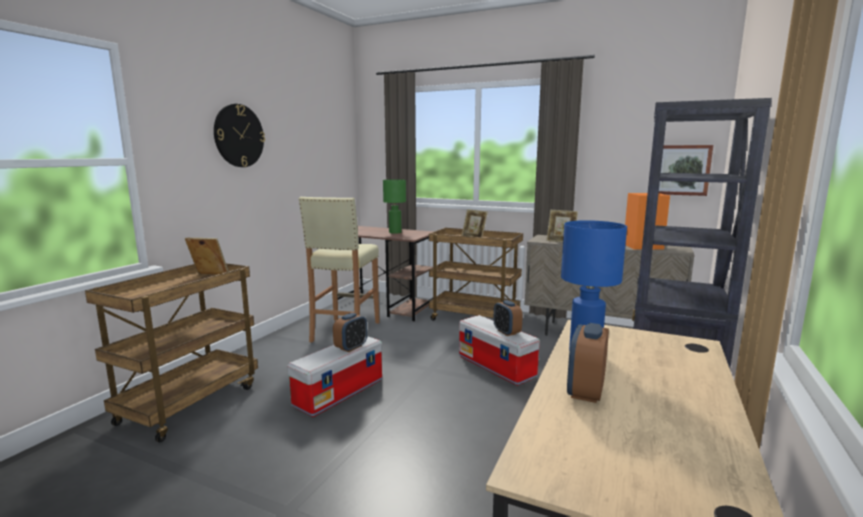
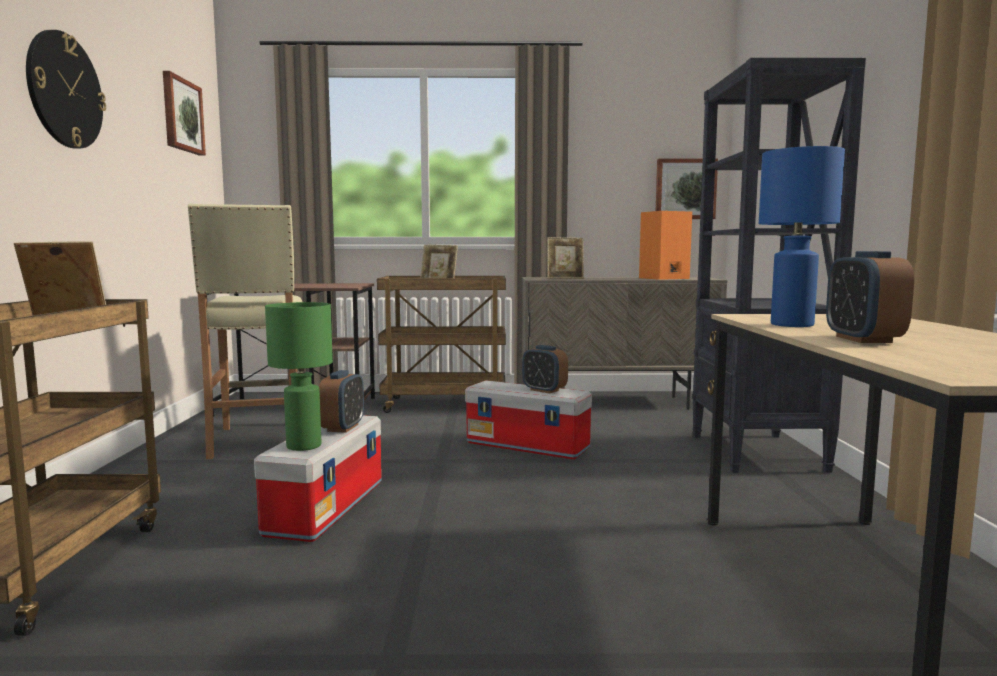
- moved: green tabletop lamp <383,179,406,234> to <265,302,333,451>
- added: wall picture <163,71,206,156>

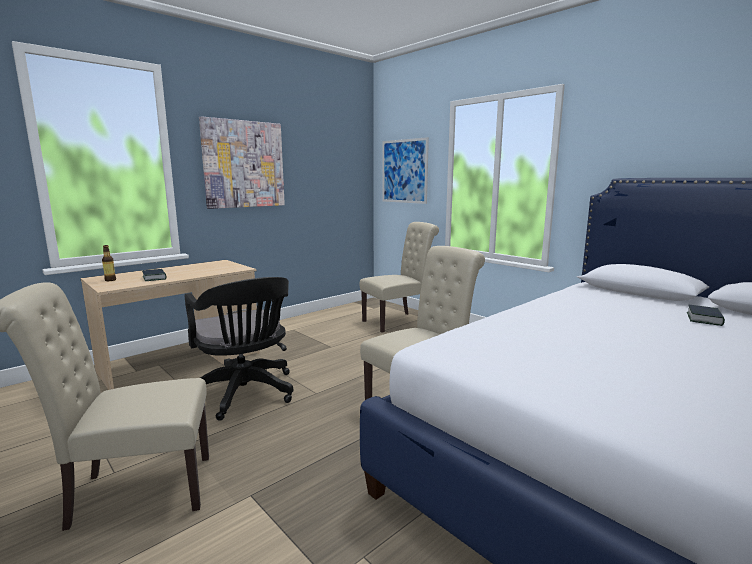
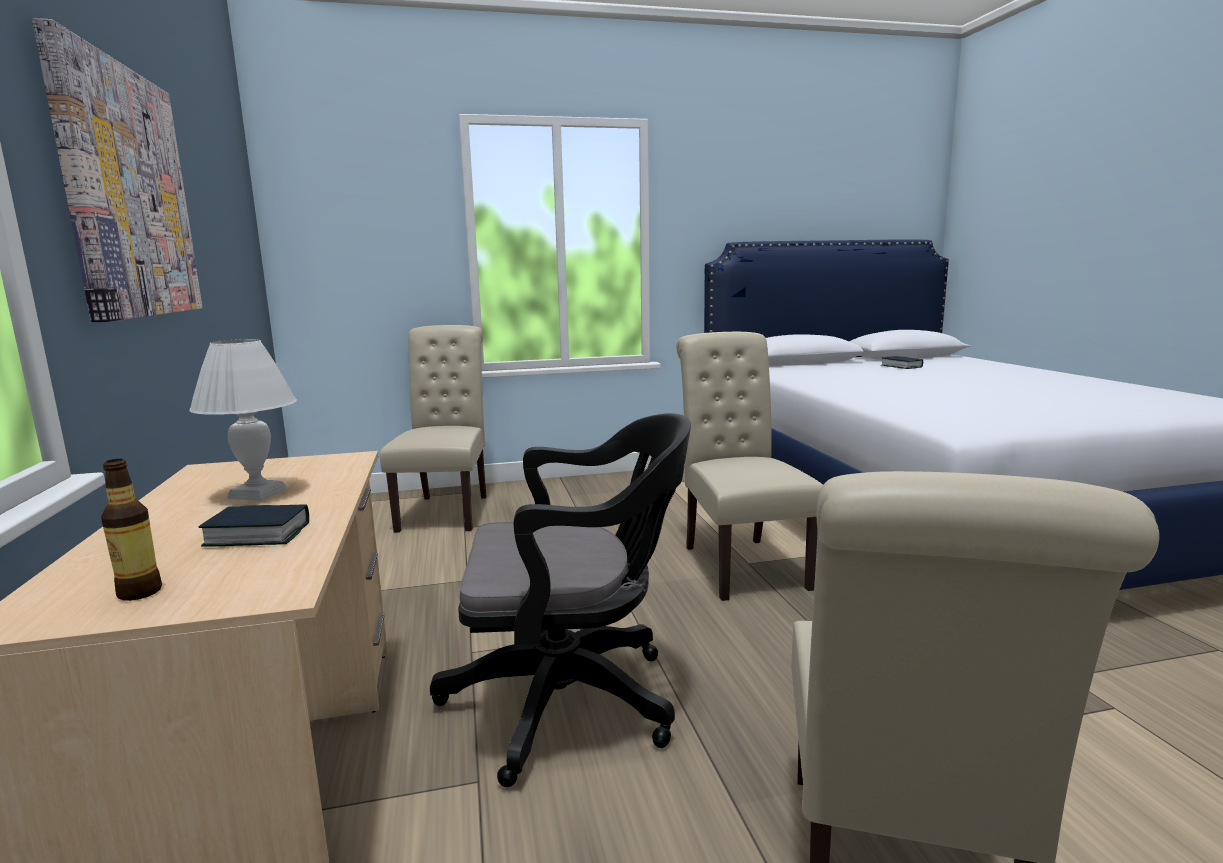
- removed: wall picture <382,137,429,204>
- added: whitish tabletop lamp <189,339,297,501>

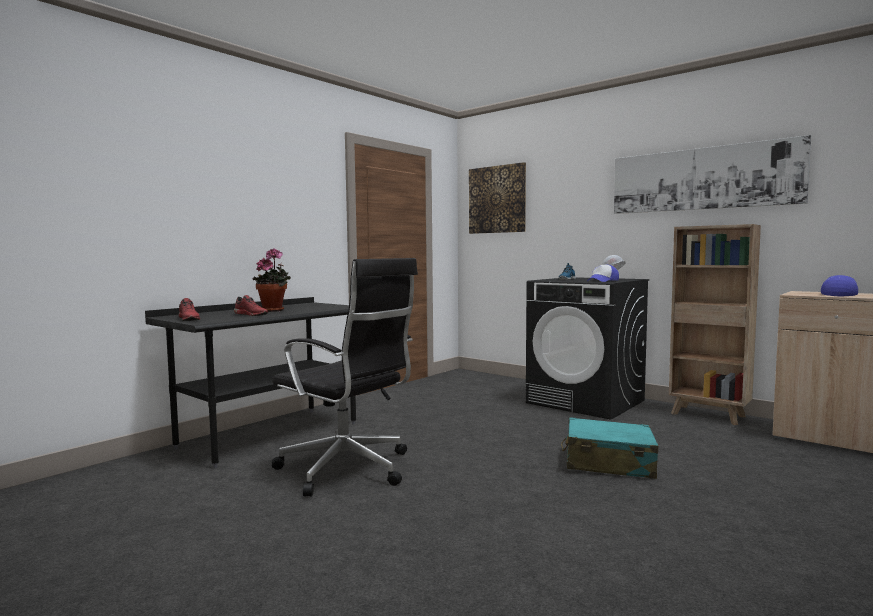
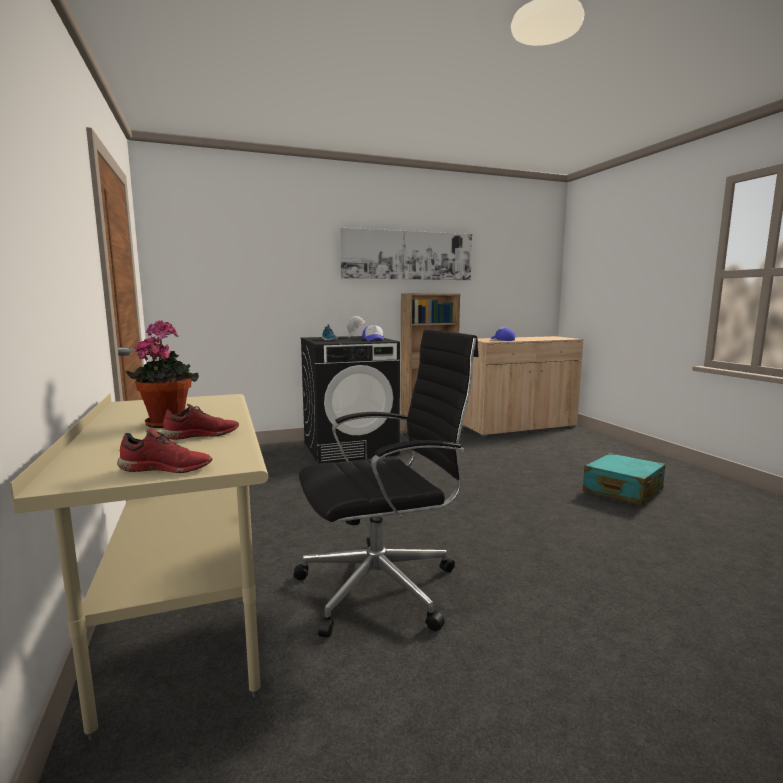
- recoloured: black desk <145,297,356,468> to beige-coloured desk <10,393,269,740>
- removed: wall picture <469,162,526,234>
- moved: blue-green piece of luggage <561,417,658,479> to <583,453,665,506>

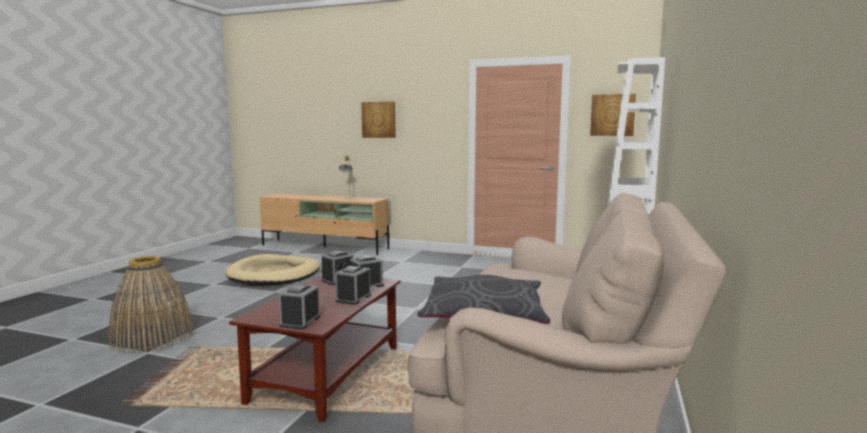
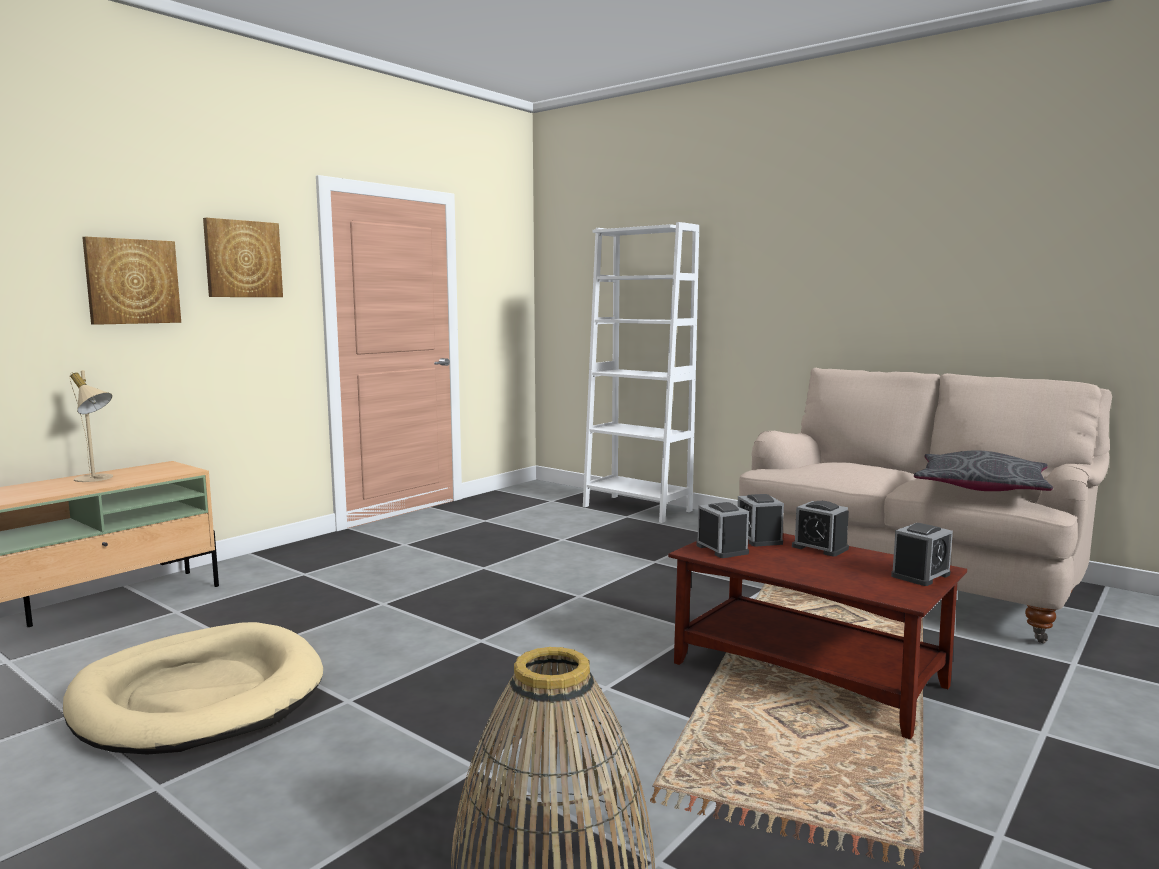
- turned: table clock <279,284,320,330> = <891,523,953,586> 75 degrees counterclockwise
- moved: wall picture <590,94,636,136> to <203,218,283,297>

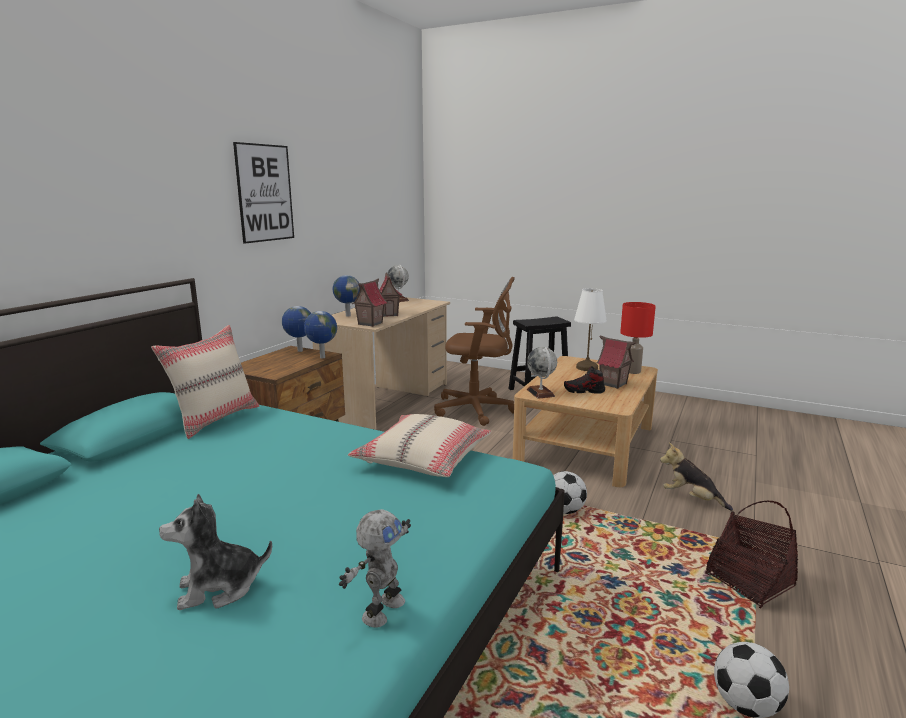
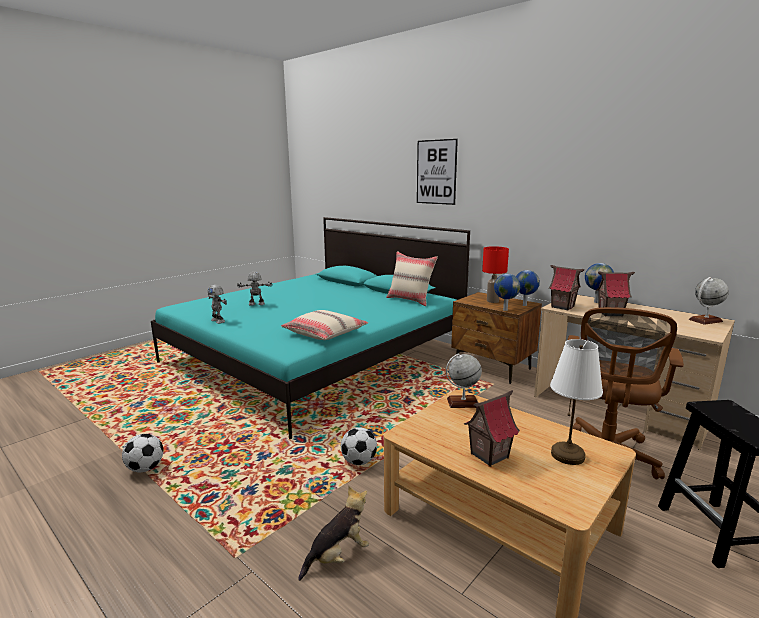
- replaced: cuddly toy <159,494,272,610> to model robot <237,272,273,306>
- moved: wall picture <233,142,294,244> to <417,139,458,205>
- removed: low shoe <564,367,605,394>
- moved: red-coloured tabletop lamp <620,302,656,374> to <482,246,509,303>
- removed: basket <706,501,798,608>

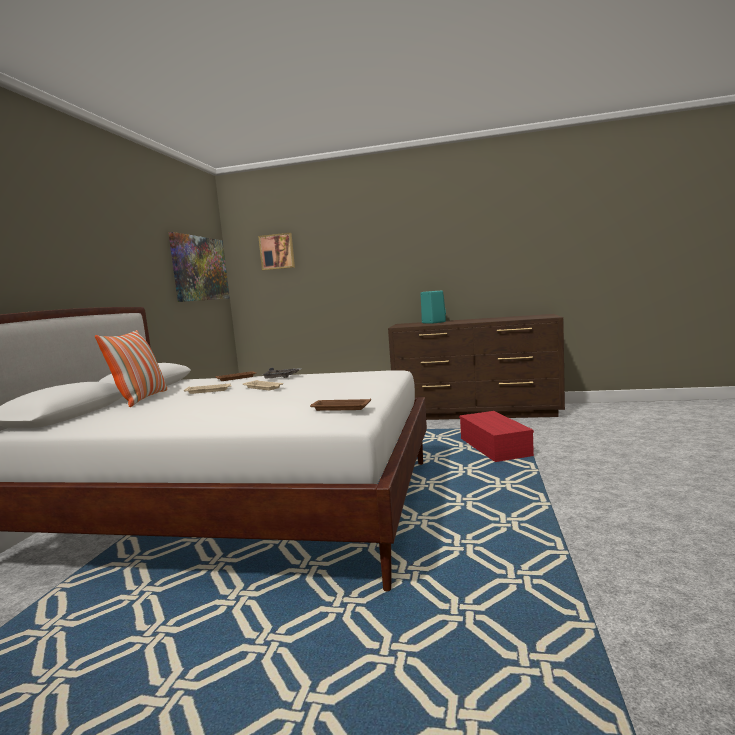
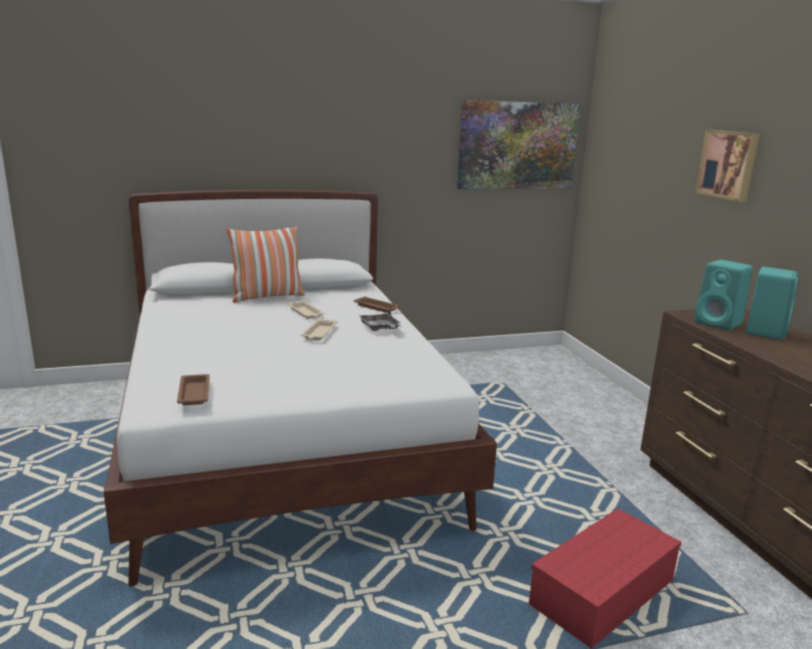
- moved: wall picture <258,233,295,270> to <695,130,760,202>
- added: blue-green loudspeaker <694,260,753,330>

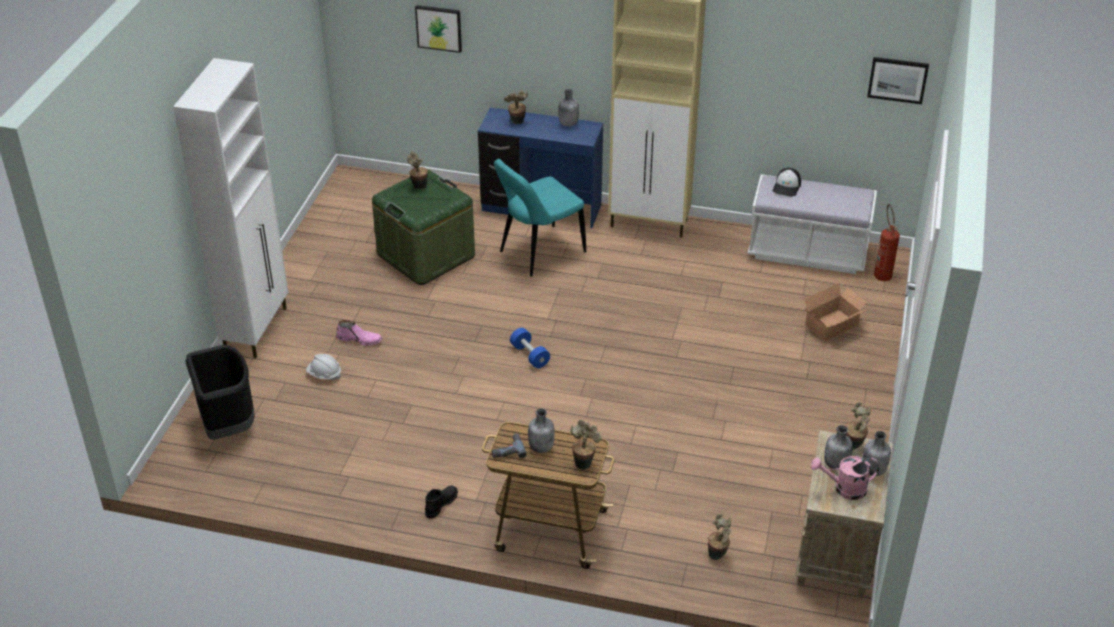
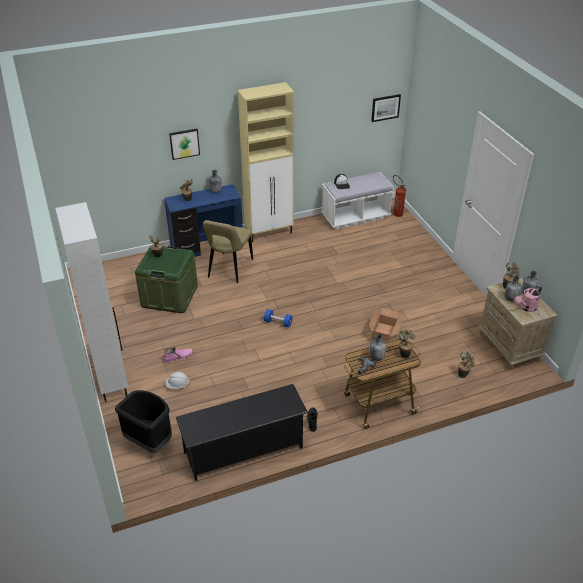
- moved: wall picture <415,5,462,53> to <169,129,200,160>
- recoloured: blue-green chair <494,159,586,277> to beige-coloured chair <203,220,253,283>
- moved: packing box <805,283,868,341> to <369,308,404,342>
- added: black shoe rack <176,384,308,481>

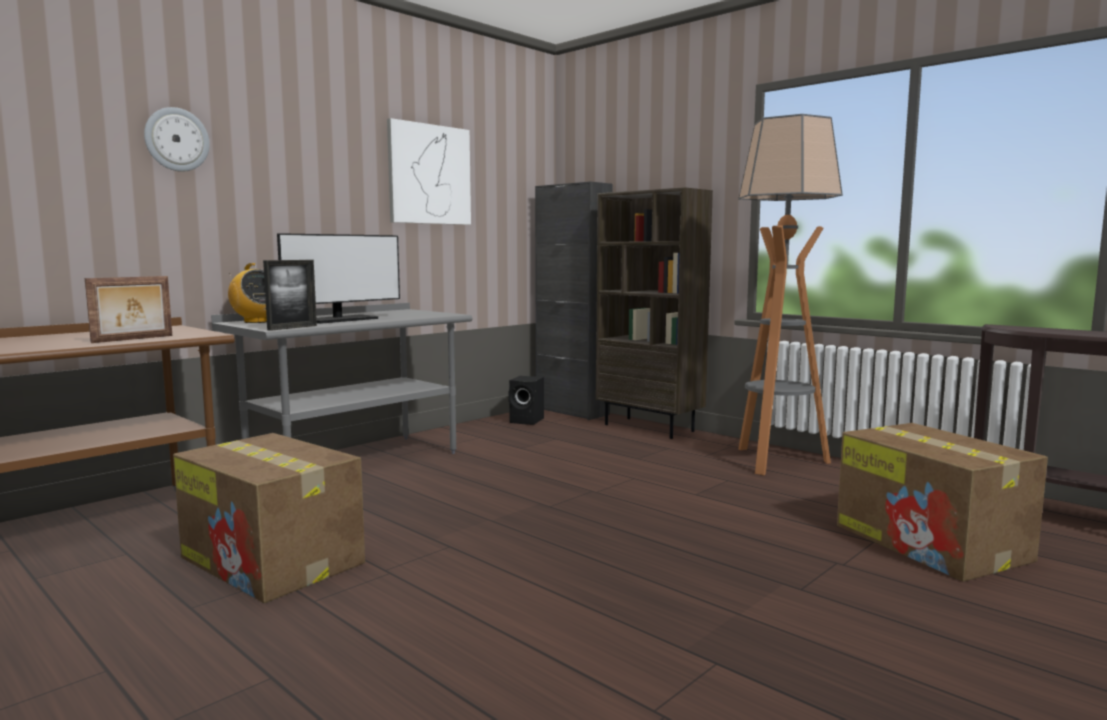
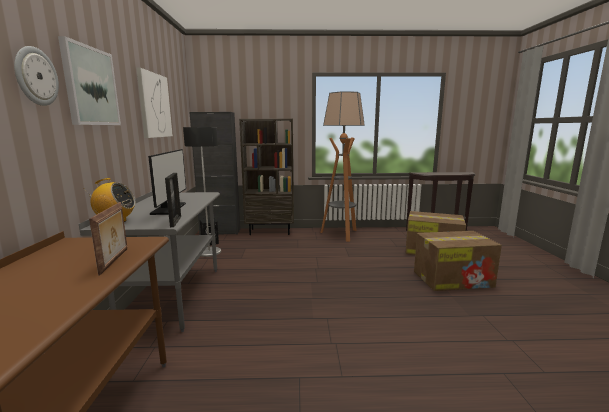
- moved: packing box <173,433,365,603> to <414,231,502,291>
- added: wall picture <58,36,121,125>
- added: standing lamp <183,127,221,257>

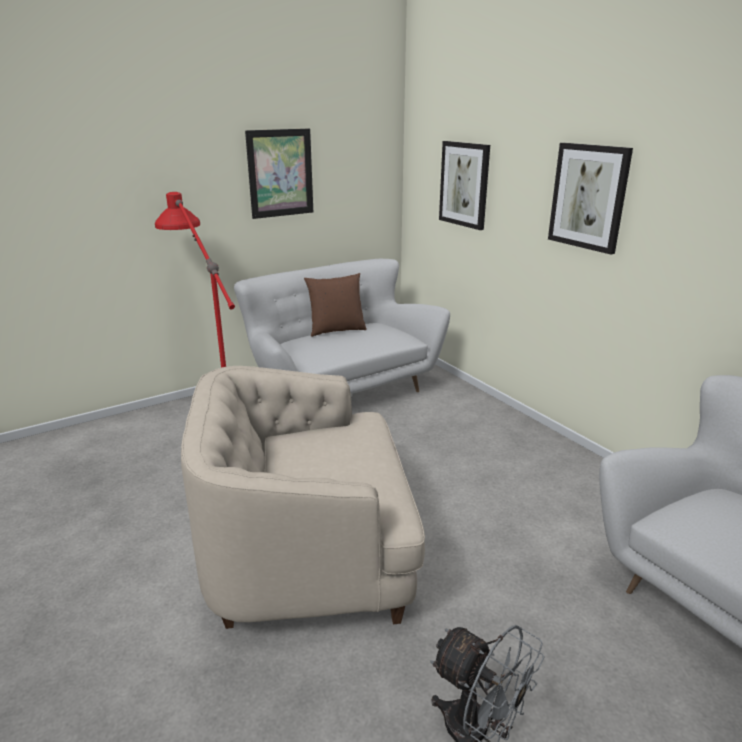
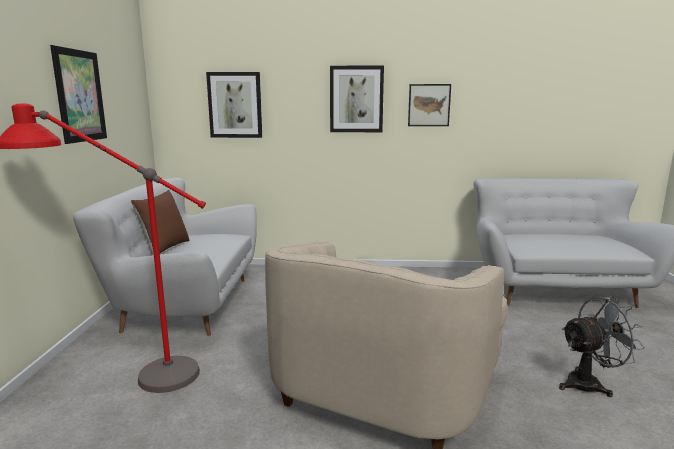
- added: wall picture <408,84,451,126>

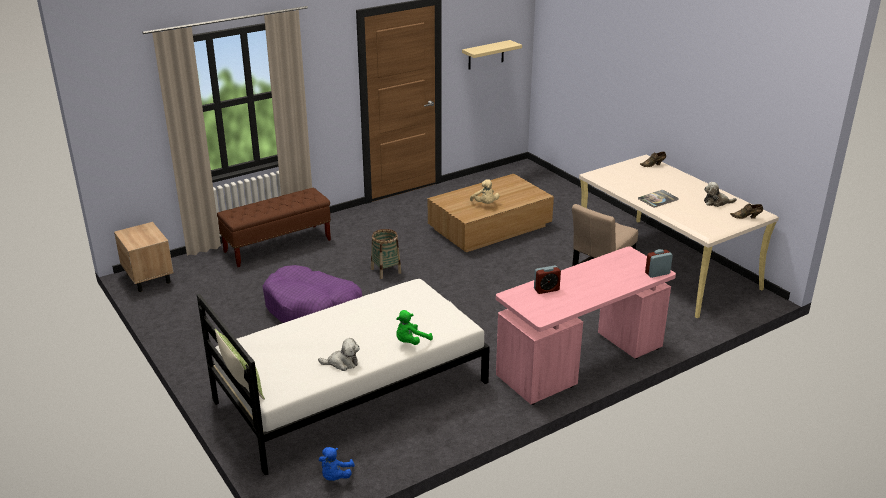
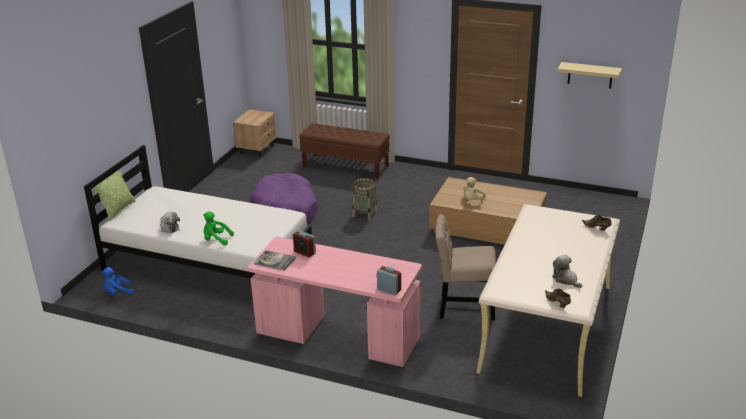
- moved: book <638,190,679,208> to <254,250,296,271>

